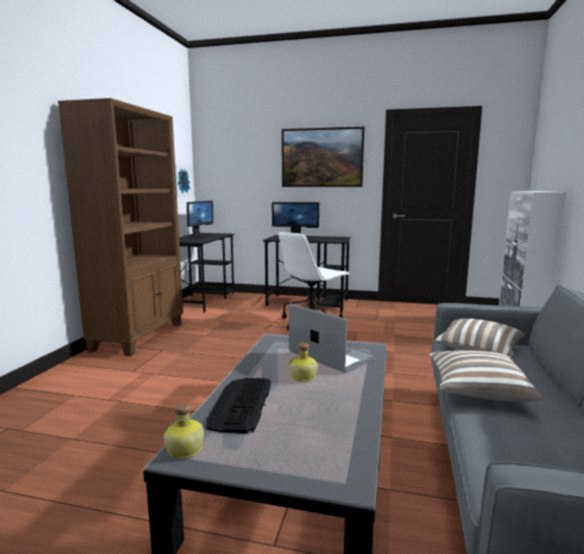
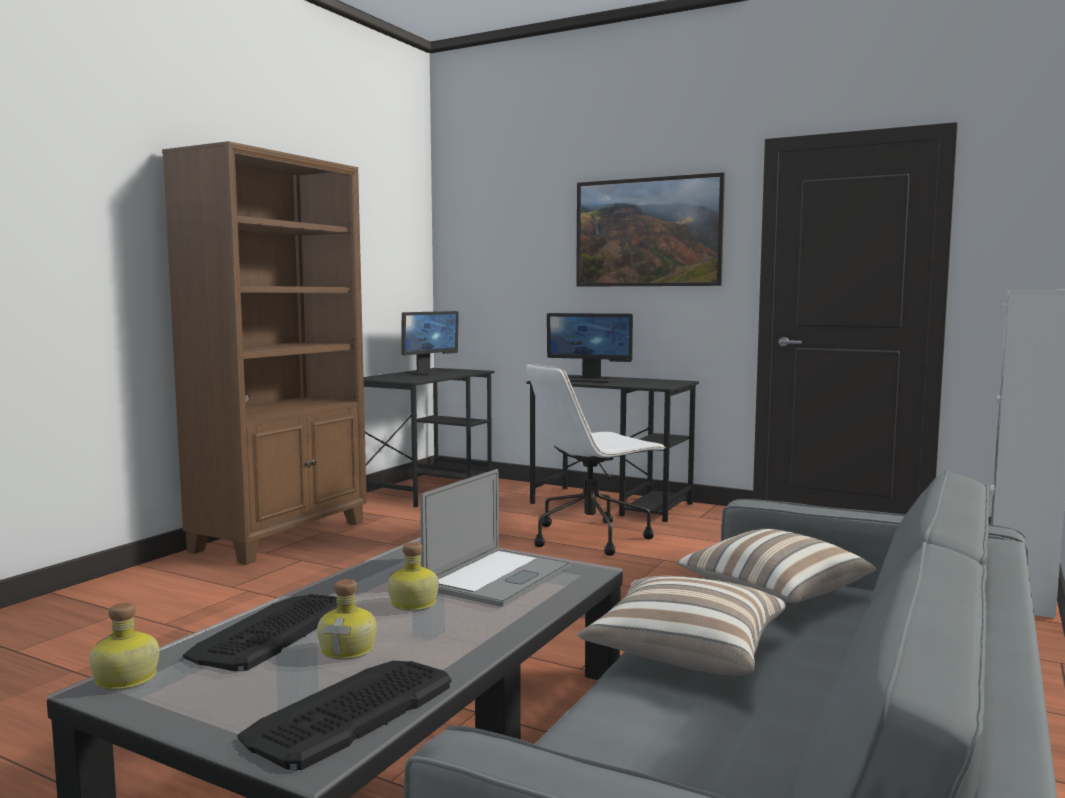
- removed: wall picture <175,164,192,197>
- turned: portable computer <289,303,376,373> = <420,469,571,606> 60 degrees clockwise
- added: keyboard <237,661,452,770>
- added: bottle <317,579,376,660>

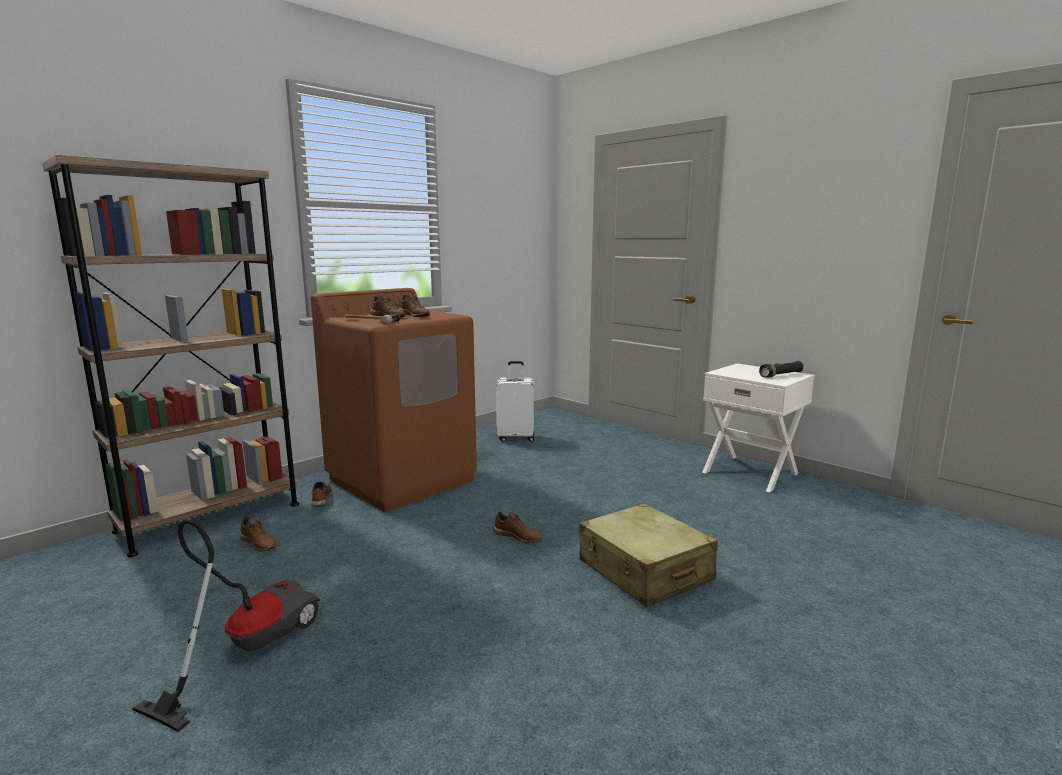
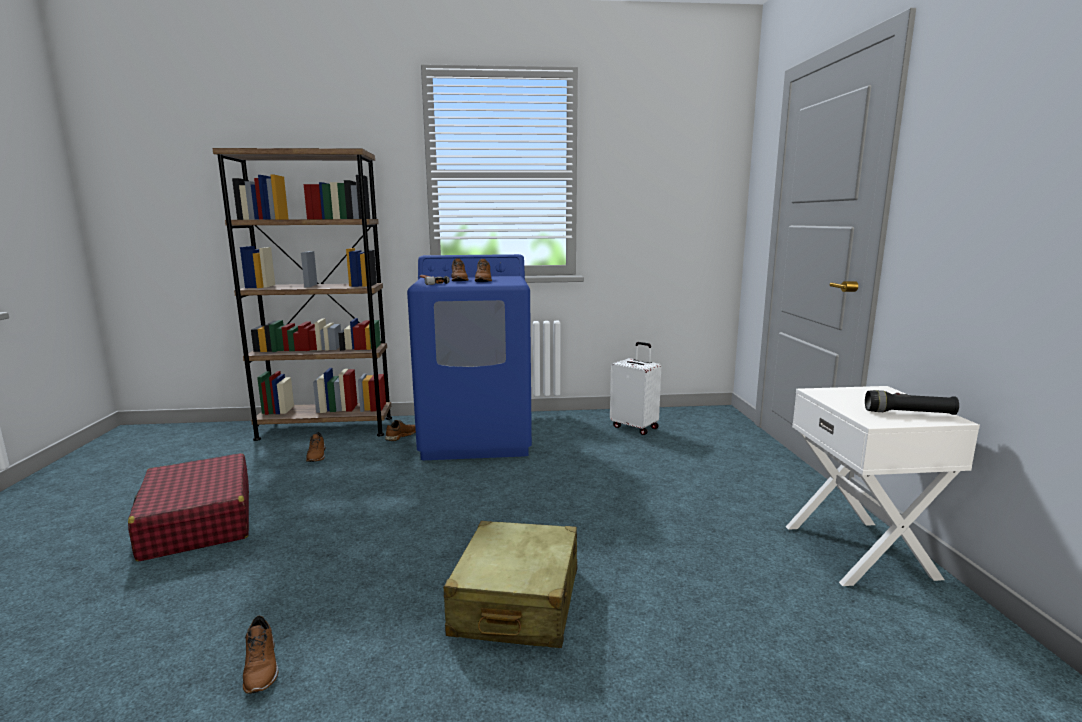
- replaced: hoover <132,519,320,732> to red-coloured piece of luggage <128,453,249,562>
- recoloured: brownish laundry appliance <311,288,477,512> to blue-coloured laundry appliance <407,254,532,460>
- moved: brownish low shoe <493,512,542,543> to <243,615,278,694>

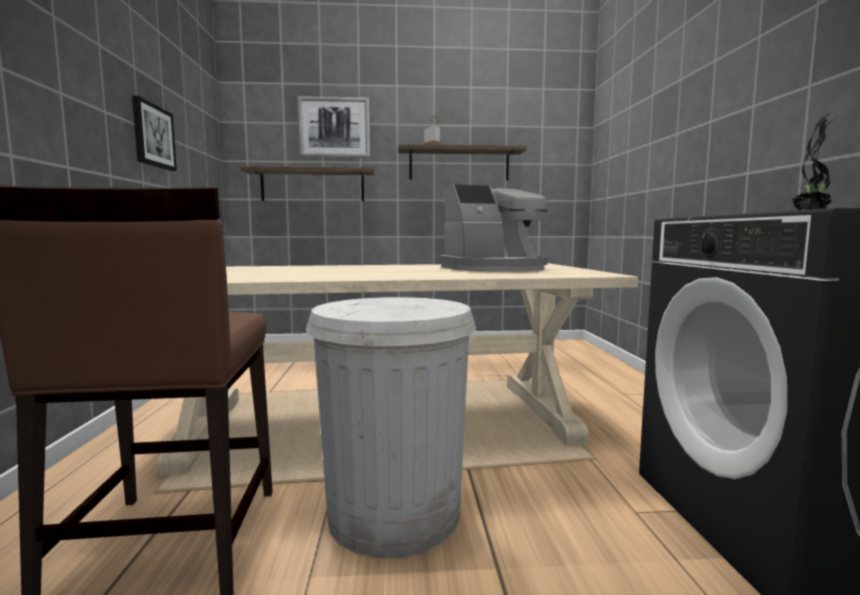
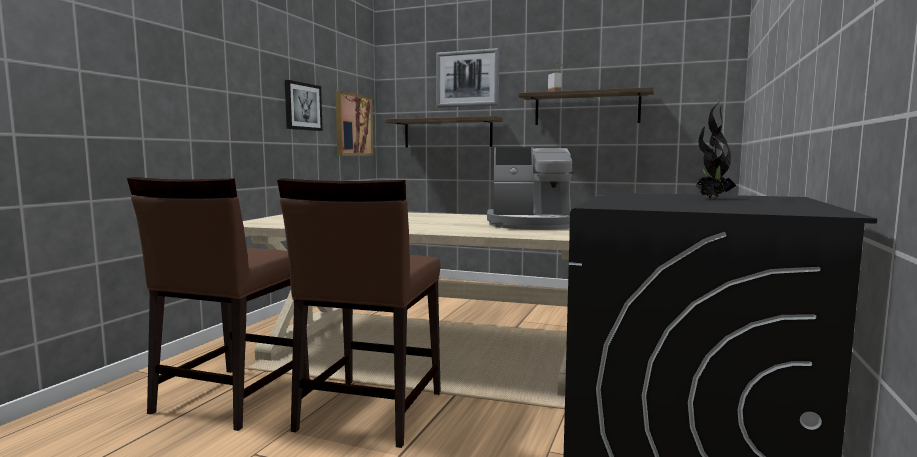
- replaced: whitish rubbish bin <306,297,476,558> to brownish chair <277,178,441,448>
- added: wall picture <336,91,373,156>

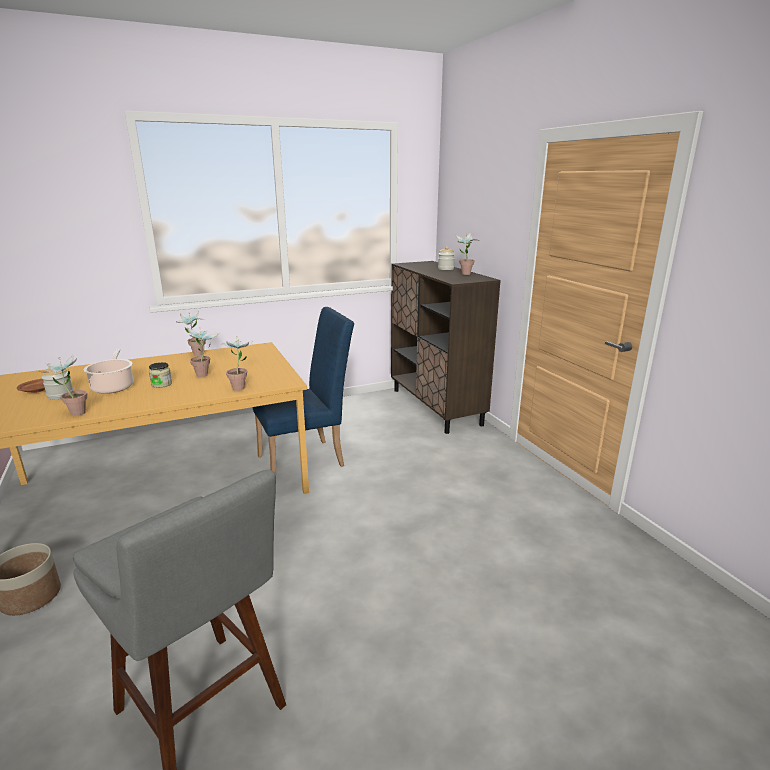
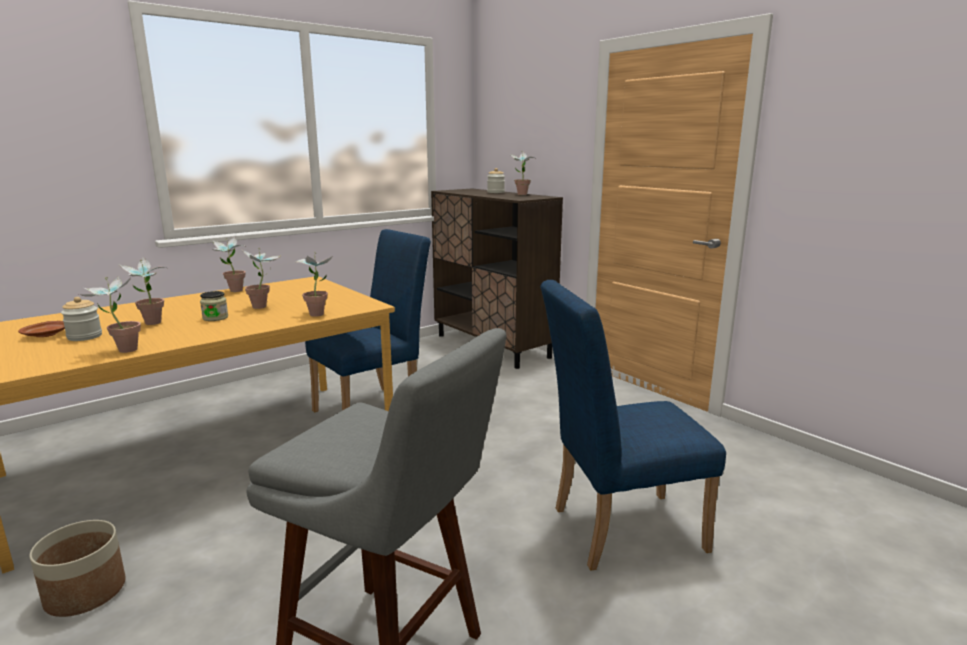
- replaced: stockpot <83,349,134,394> to potted plant <119,257,166,325>
- added: blue-coloured chair <540,280,726,571>

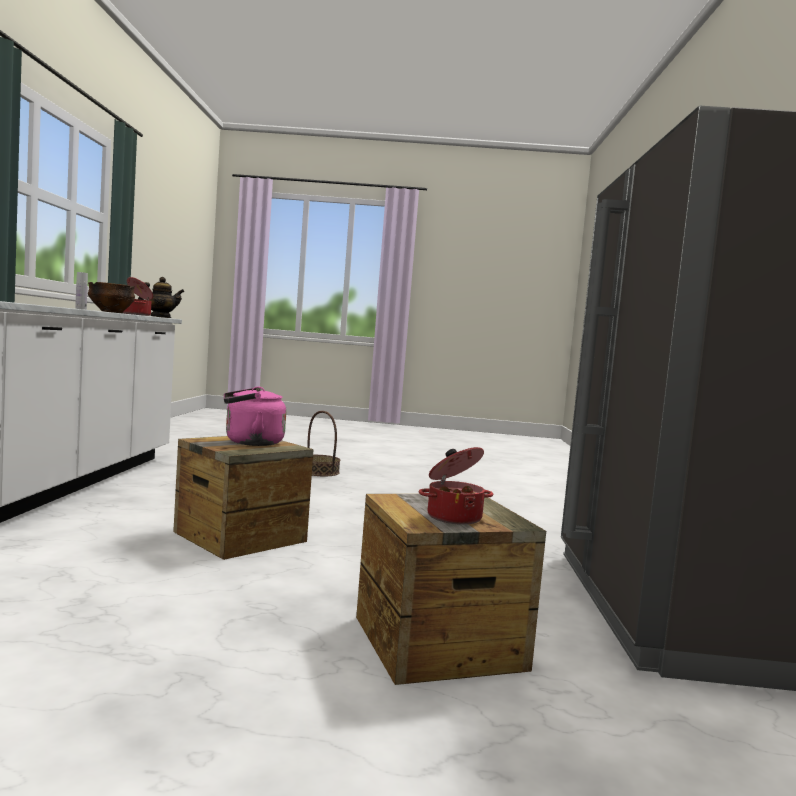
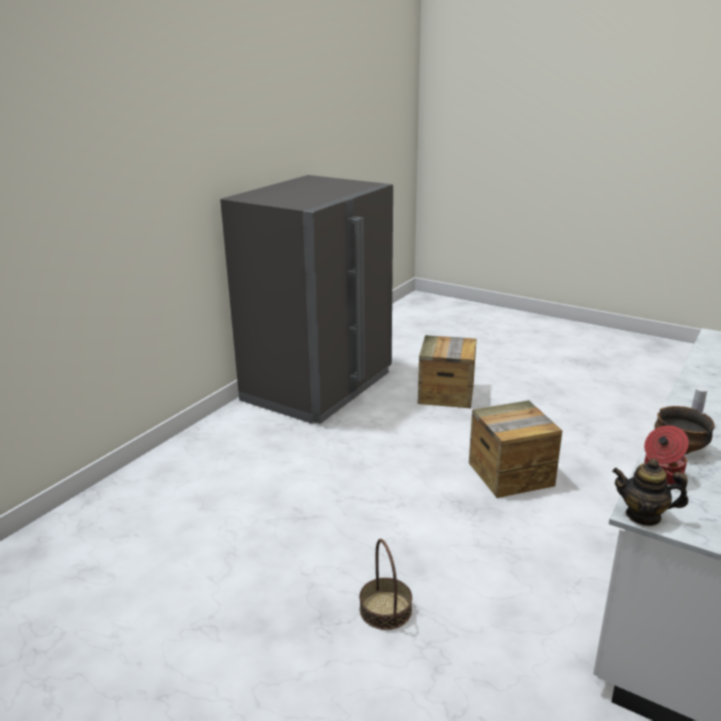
- removed: pinkish water kettle <224,386,286,446>
- removed: stockpot <419,447,493,525>

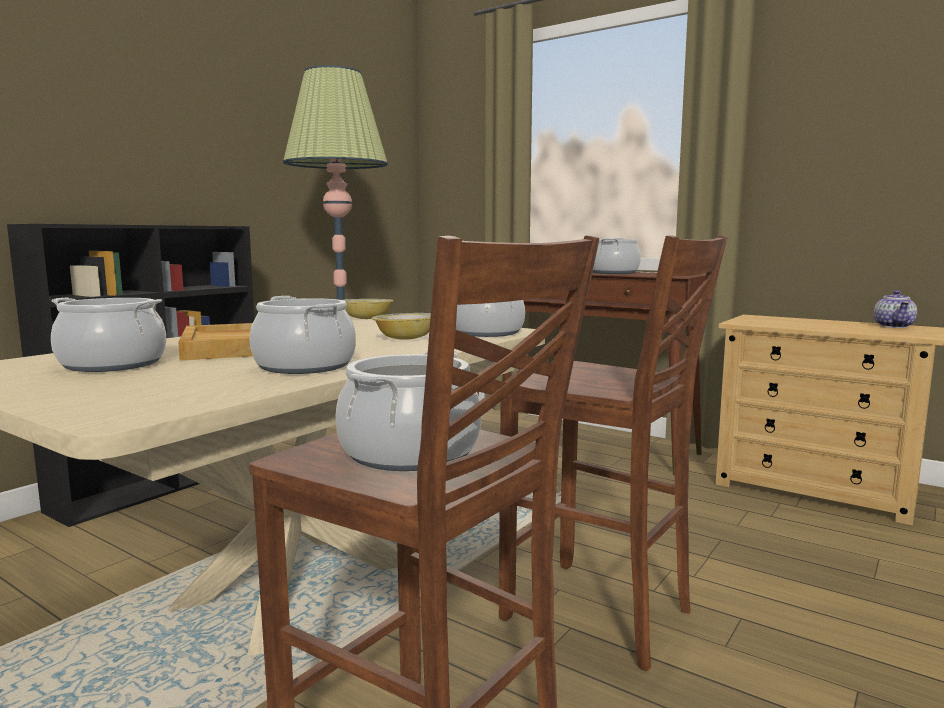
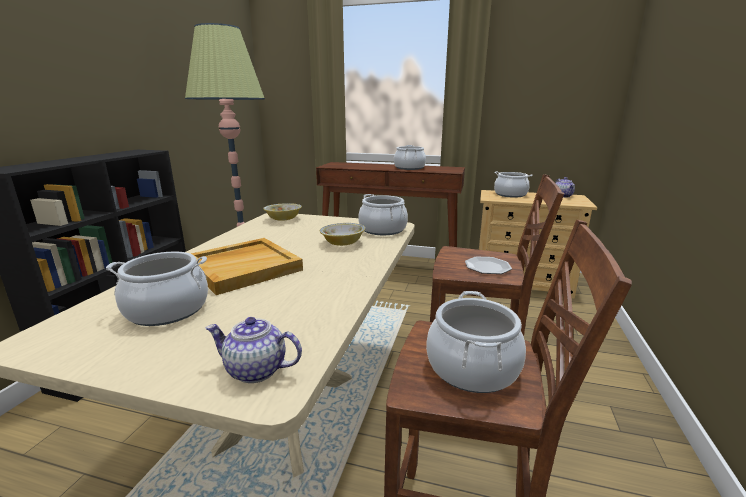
- moved: stockpot <250,296,356,374> to <494,172,533,198>
- added: pot for tea <205,317,302,383>
- added: dinner plate <465,257,512,274>

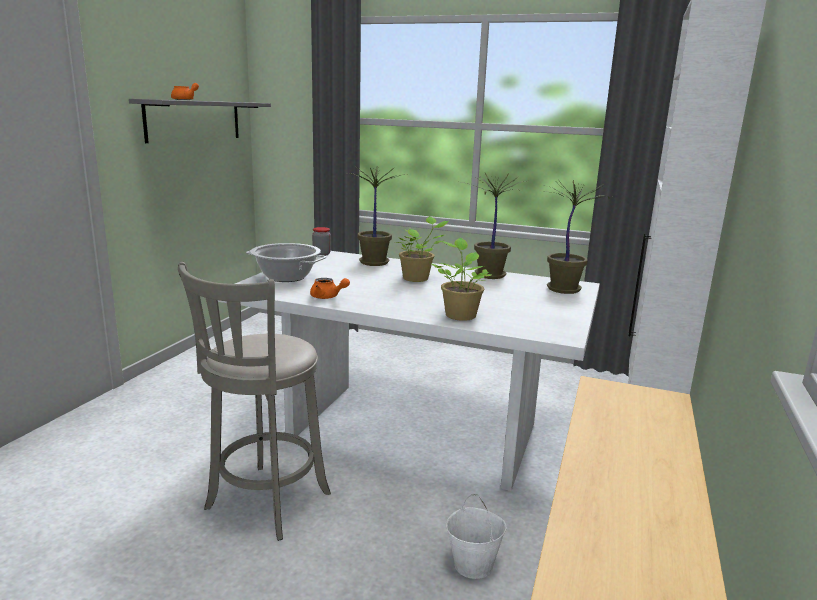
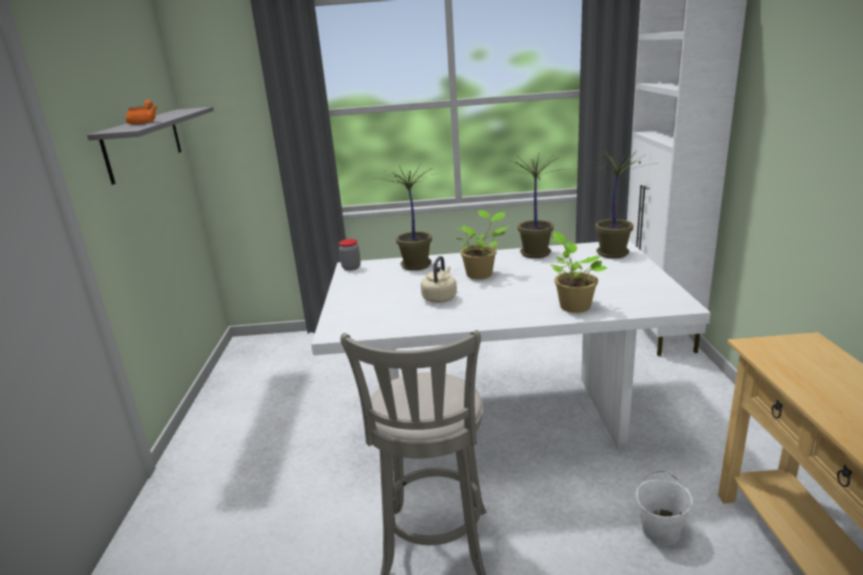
- removed: stockpot <246,243,326,282>
- removed: orange pot for tea <310,278,350,299>
- added: beige-coloured water kettle <421,256,457,303>

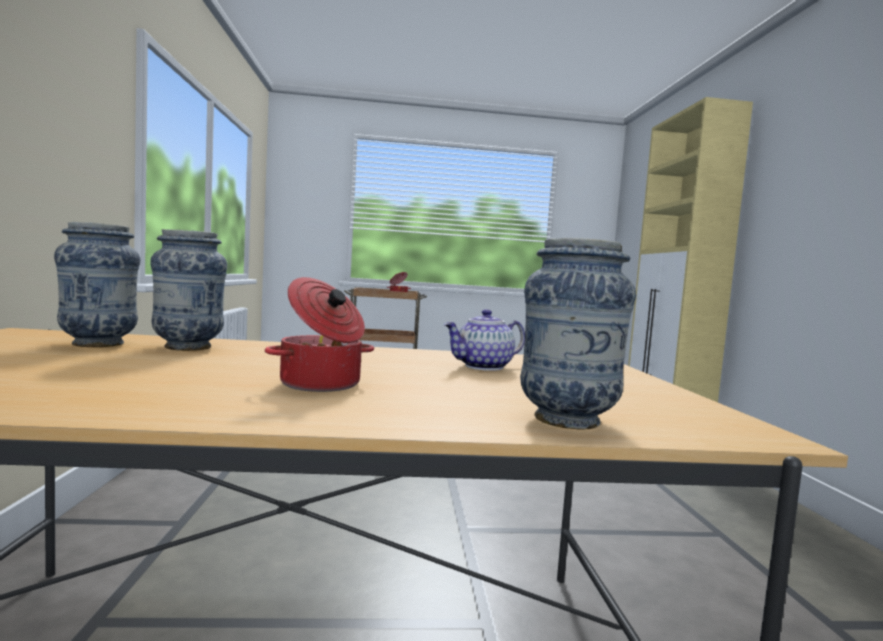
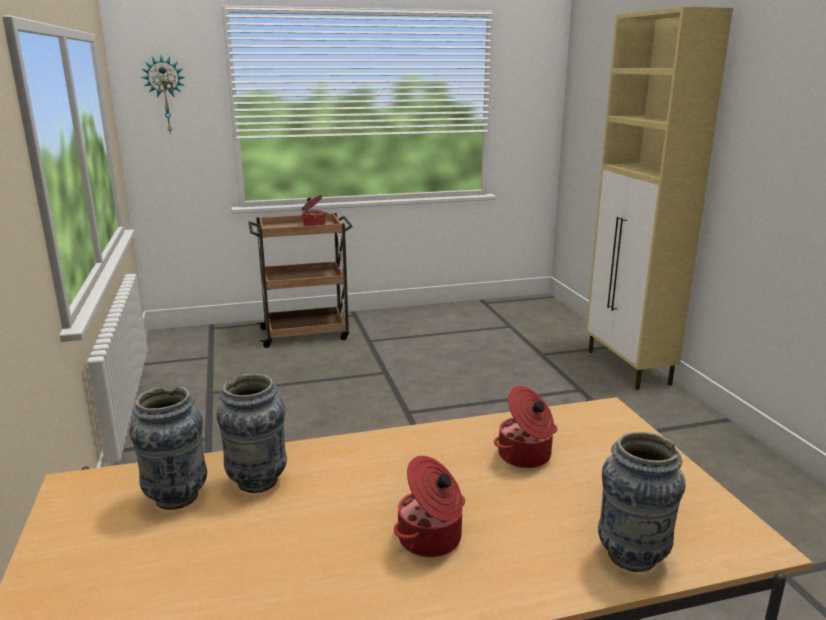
- replaced: pot for tea <443,309,525,371> to stockpot <494,386,558,468>
- added: hanging clock <141,56,186,132>

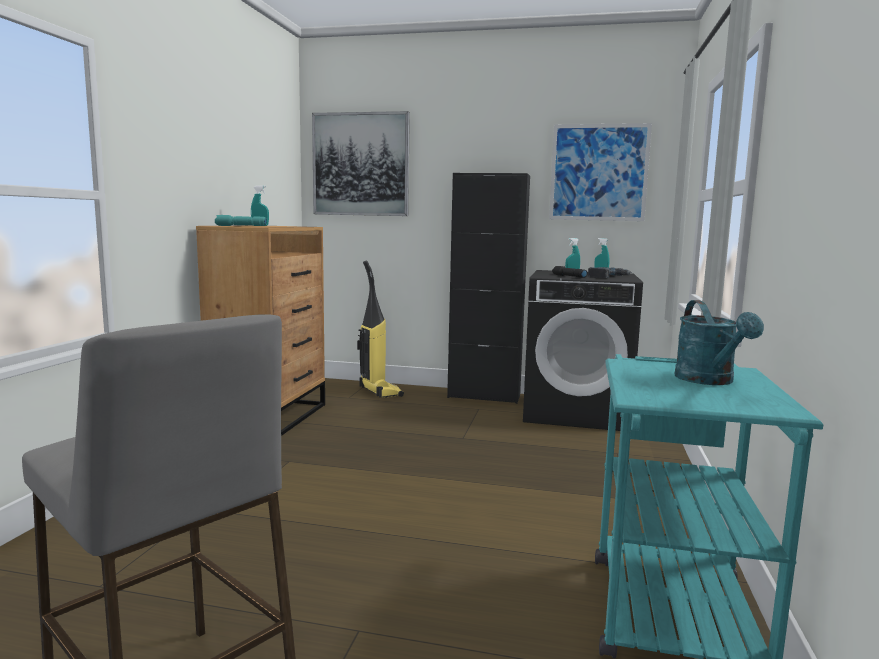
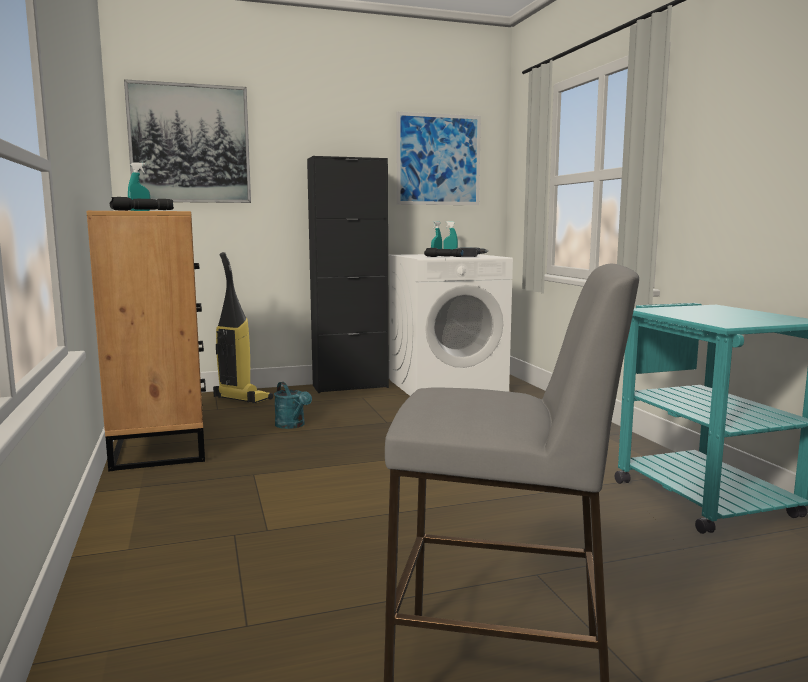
- recoloured: blue-green torch <215,215,267,226> to black torch <110,197,174,211>
- recoloured: black laundry appliance <523,270,643,431> to whitish laundry appliance <389,254,513,396>
- moved: blue-green sprinkling can <675,300,764,385> to <274,382,312,429>

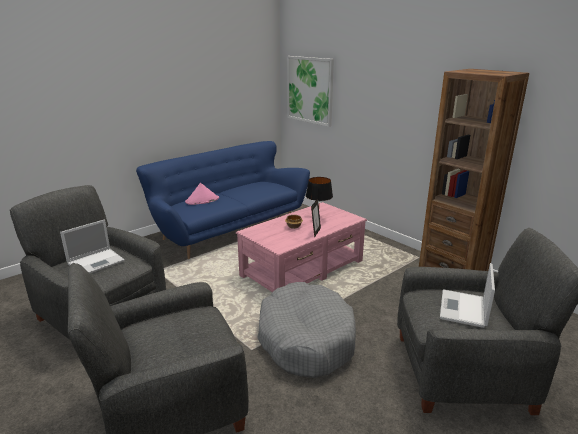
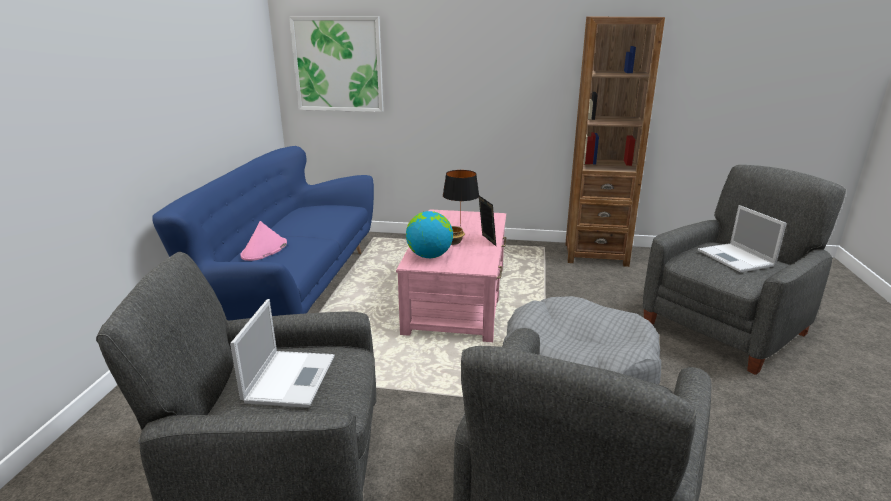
- added: desk globe <406,211,453,258>

